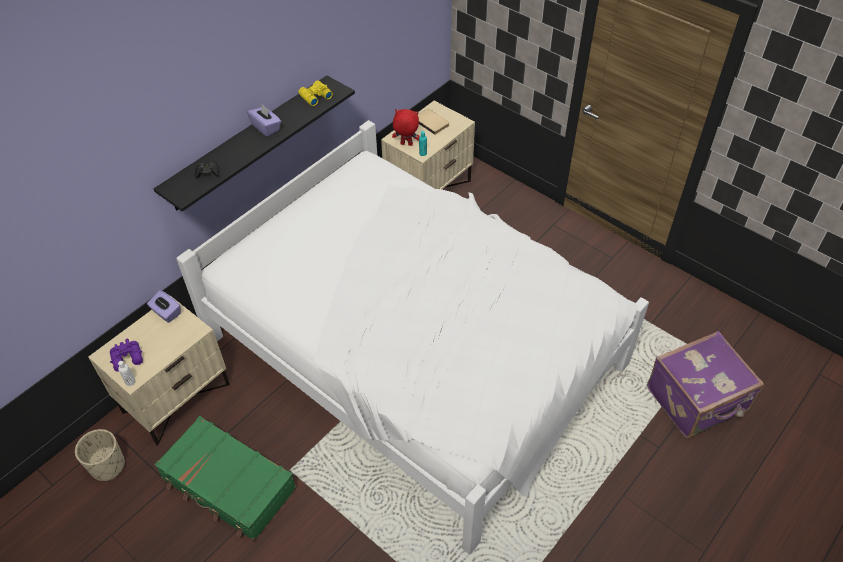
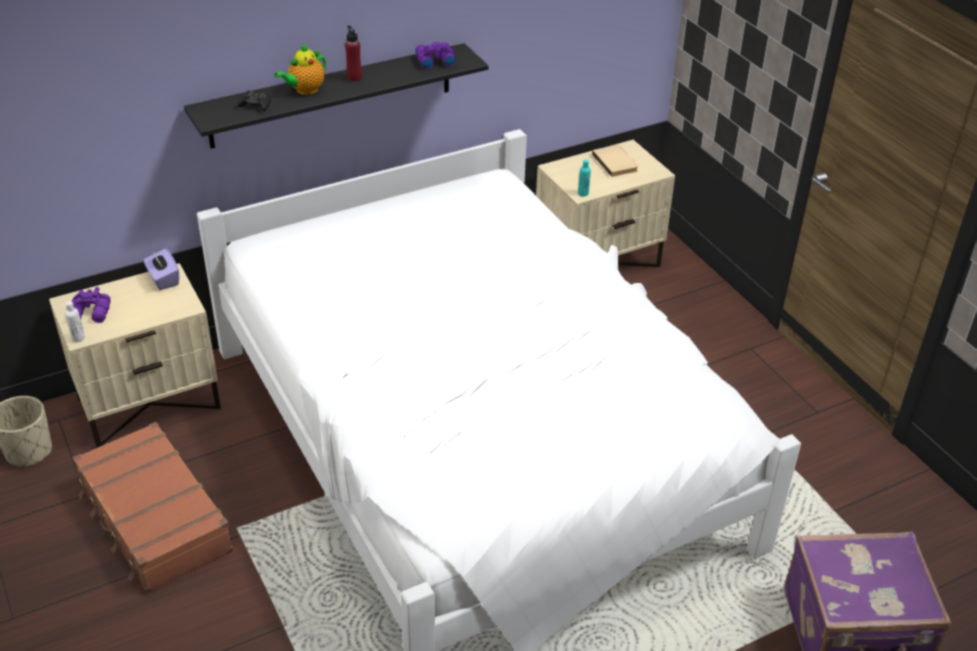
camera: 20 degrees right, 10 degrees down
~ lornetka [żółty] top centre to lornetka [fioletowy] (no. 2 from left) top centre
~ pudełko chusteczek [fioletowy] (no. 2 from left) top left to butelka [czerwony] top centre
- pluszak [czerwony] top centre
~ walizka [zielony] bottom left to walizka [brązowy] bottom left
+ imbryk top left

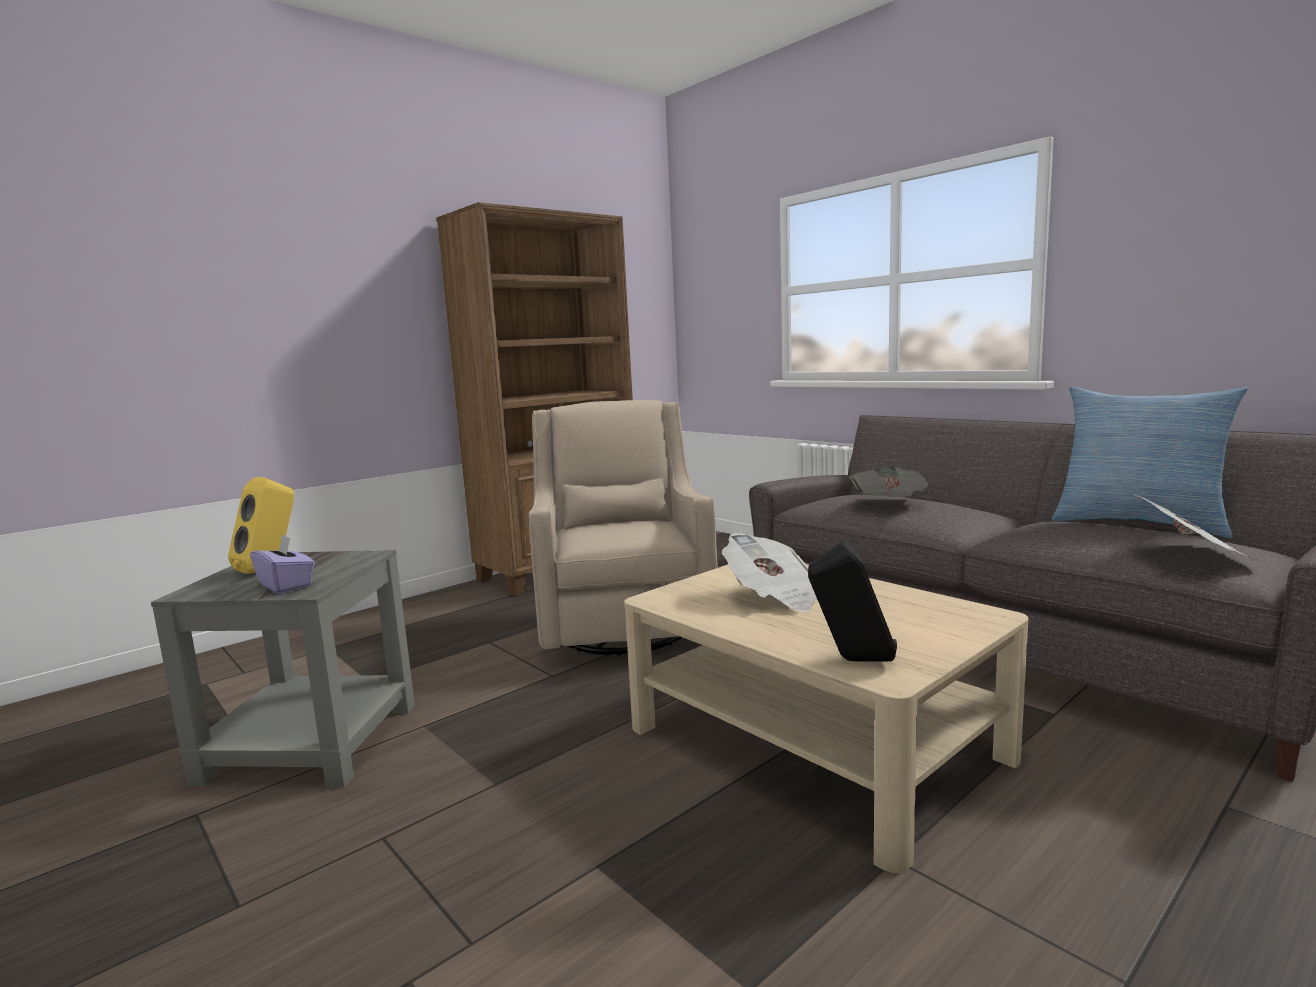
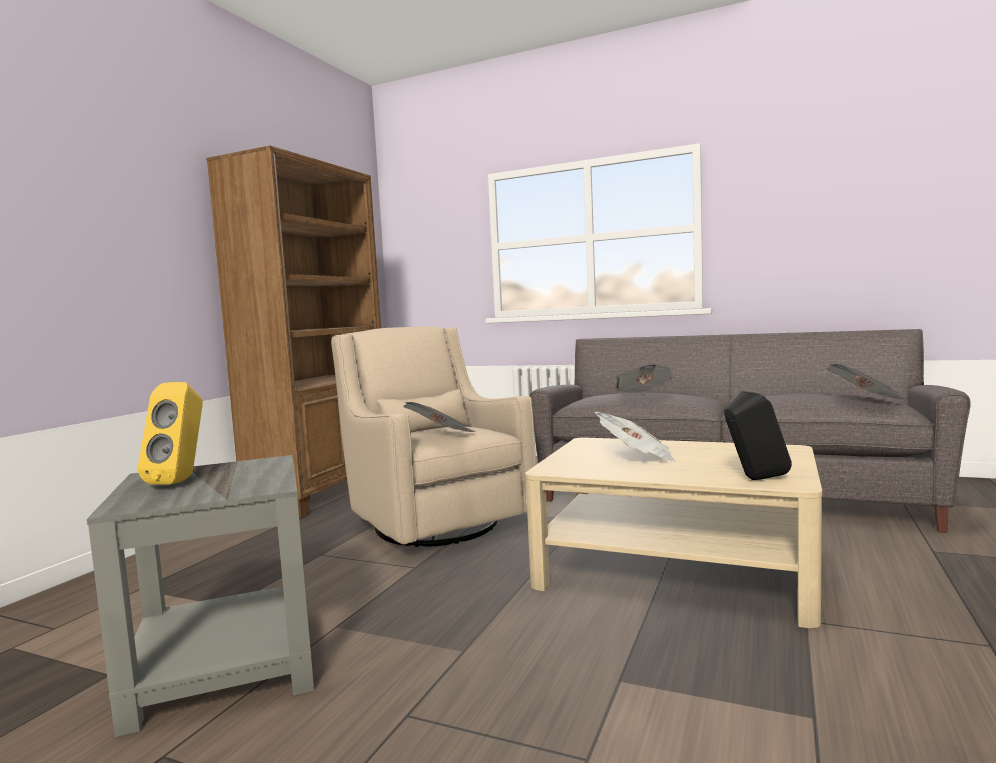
camera: 25 degrees left, 5 degrees down
- poduszka middle right
- pudełko chusteczek [fioletowy] middle left
+ gazeta (no. 1 from left) centre

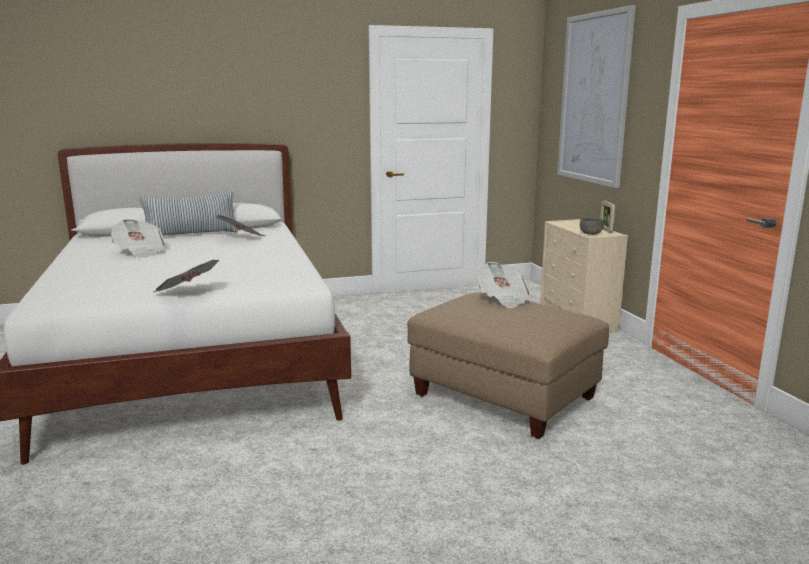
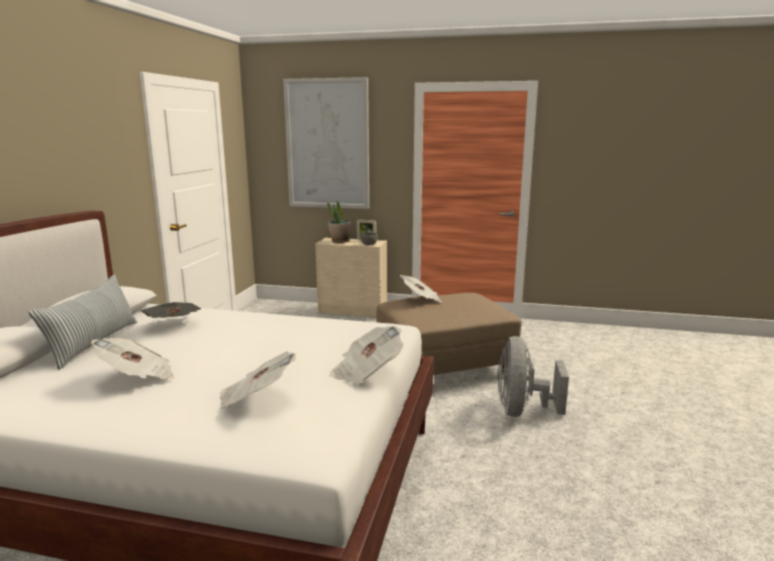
camera: 60 degrees left, 0 degrees up
+ roślina doniczkowa centre
+ wentylator [szary] bottom right
+ gazeta (no. 3 from left) bottom centre

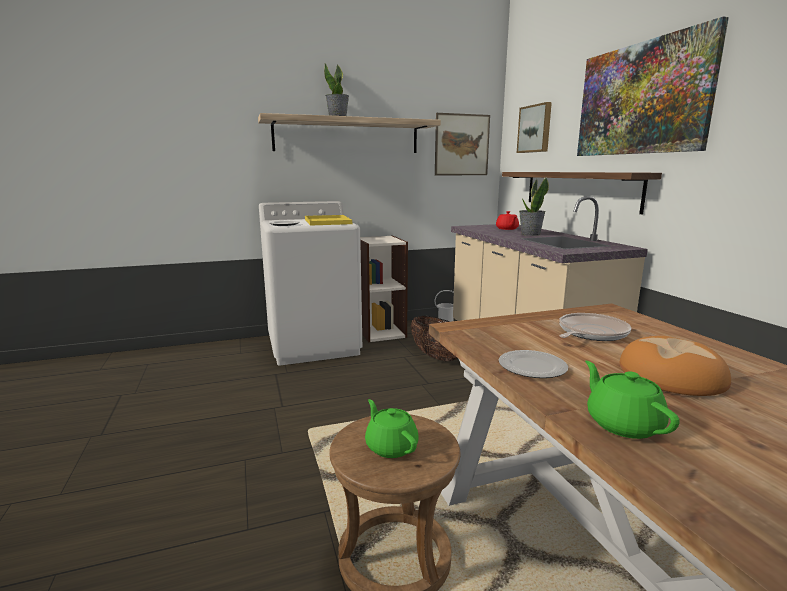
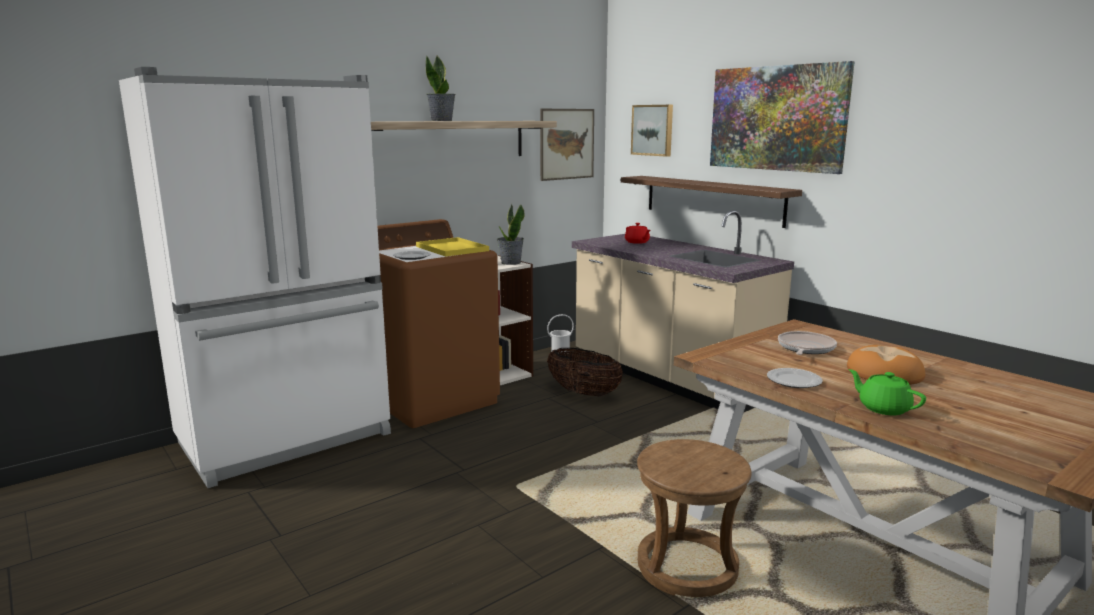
camera: 20 degrees left, 0 degrees up
~ roślina doniczkowa (no. 2 from left) middle right to centre
~ pralka [biały] centre to pralka [brązowy] centre
- imbryk [zielony] (no. 1 from left) bottom centre
+ lodówka [biały] middle left

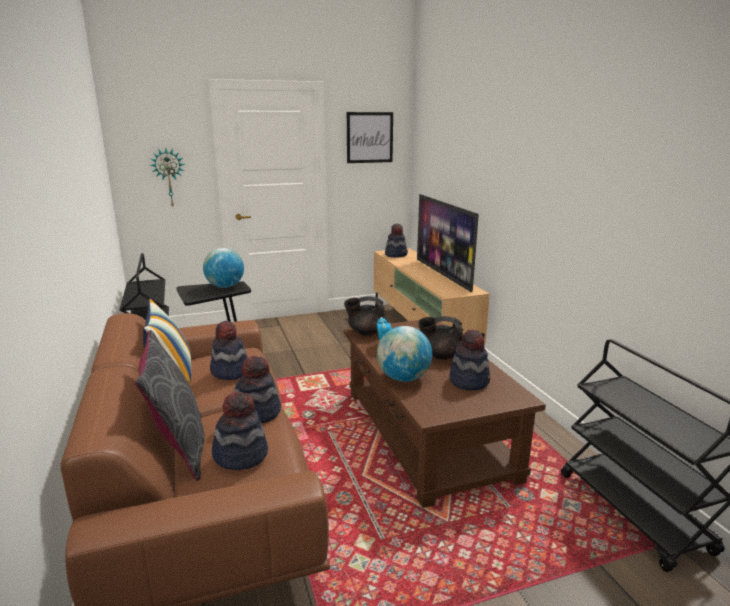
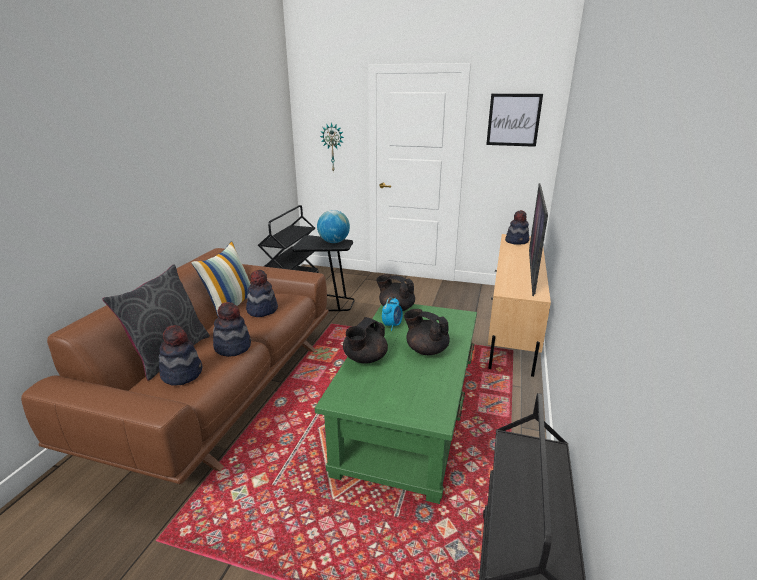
camera: 35 degrees right, 5 degrees up
~ ława [brązowy] bottom centre to ława [zielony] bottom centre
~ globus (no. 2 from left) centre to imbryk [czarny] (no. 1 from left) centre
- kapelusz (no. 5 from left) centre

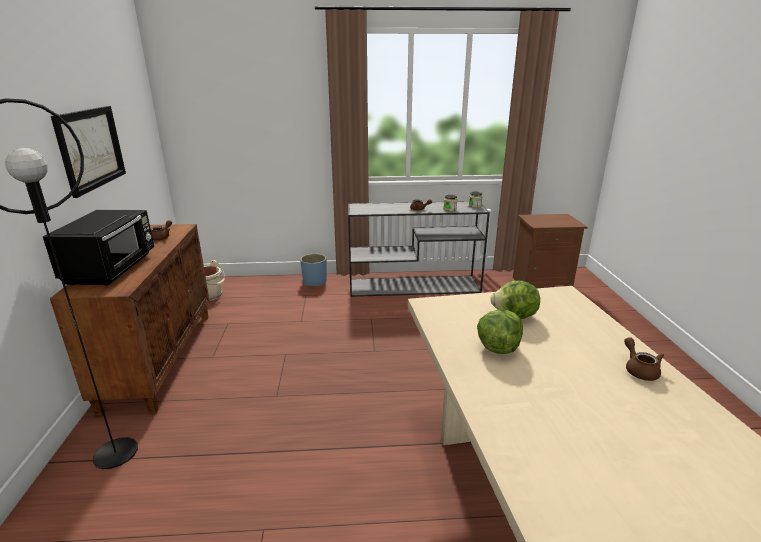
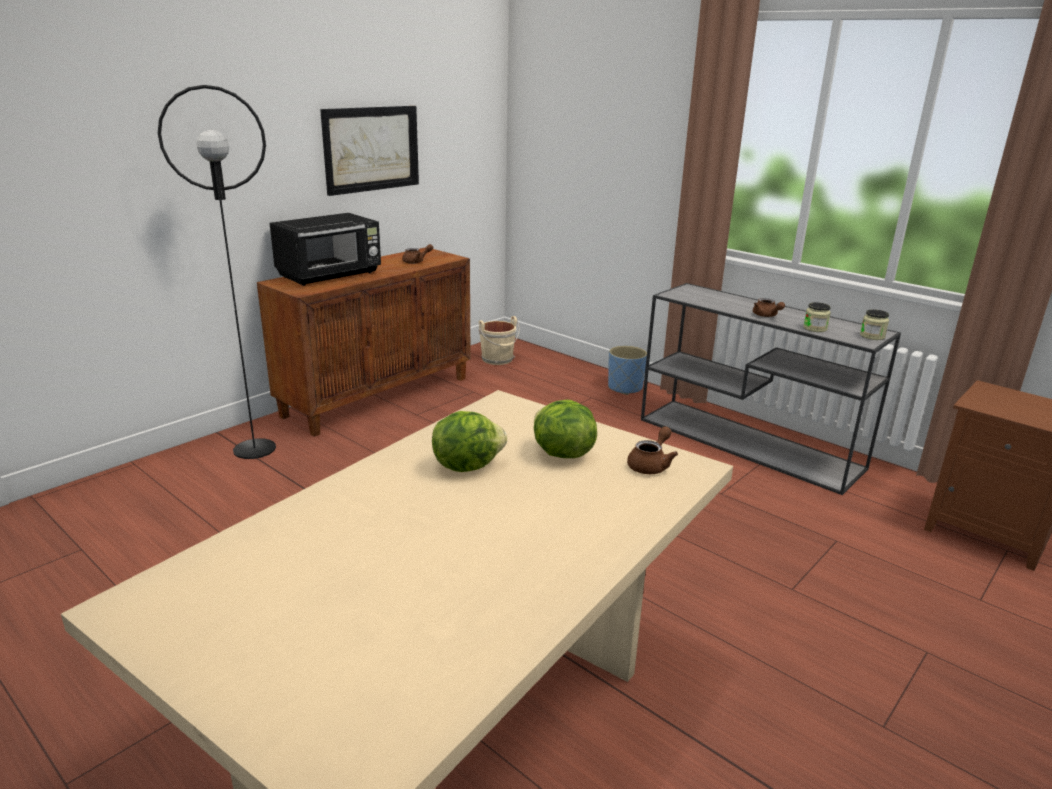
camera: 45 degrees right, 0 degrees up
~ imbryk [brązowy] (no. 3 from left in the first image) middle right to imbryk [brązowy] (no. 2 from left) centre

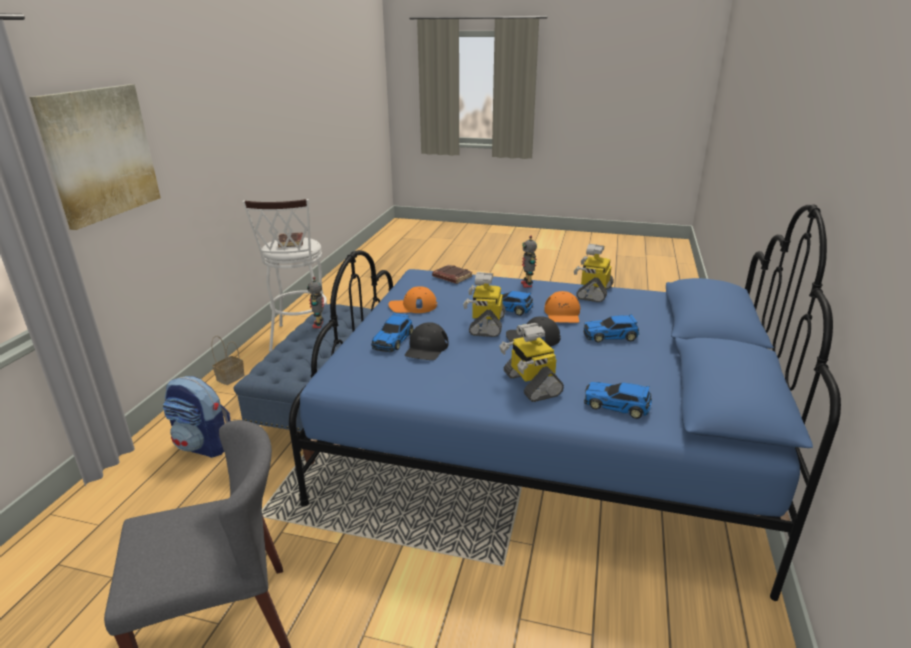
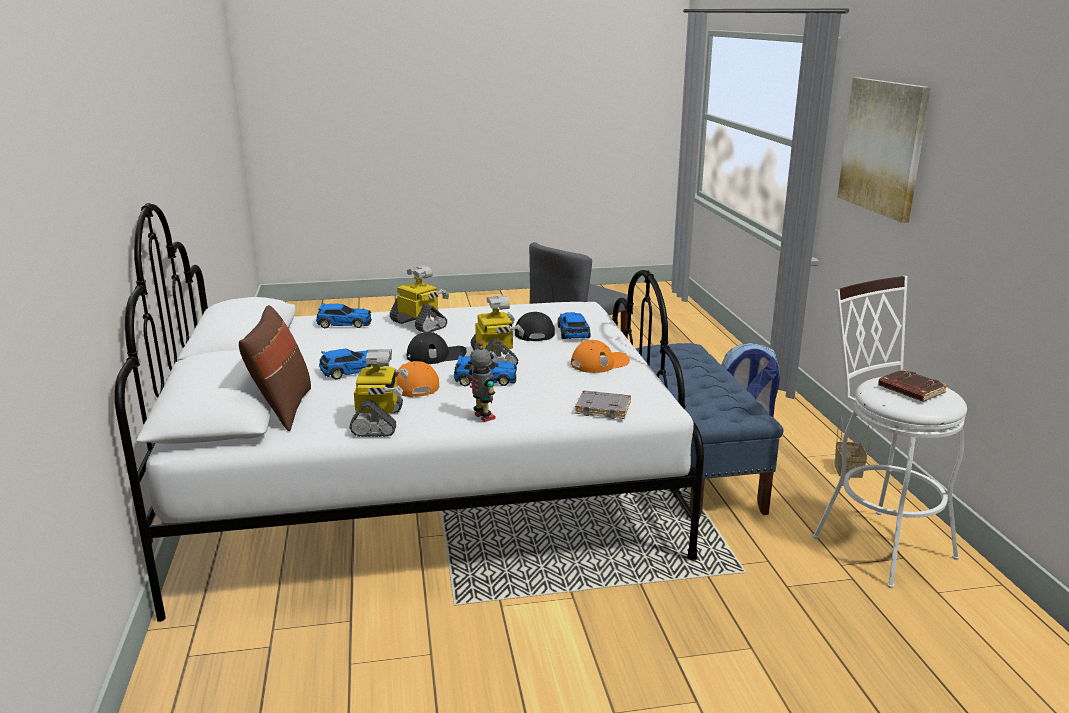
camera: 155 degrees right, 5 degrees down
~ łóżko [niebieski] centre to łóżko [biały] centre
~ książka [brązowy] (no. 2 from left) centre to książka [szary] centre
- robot zabawkowy (no. 1 from left) centre
+ poduszka [brązowy] middle left

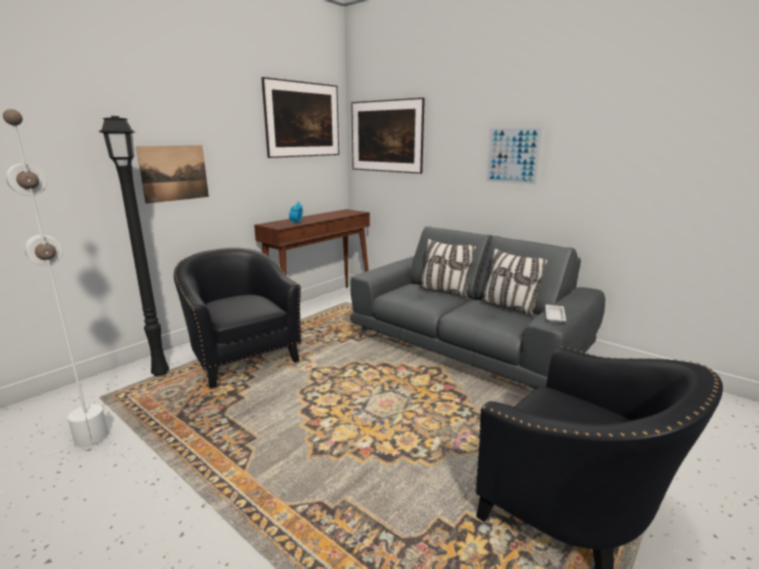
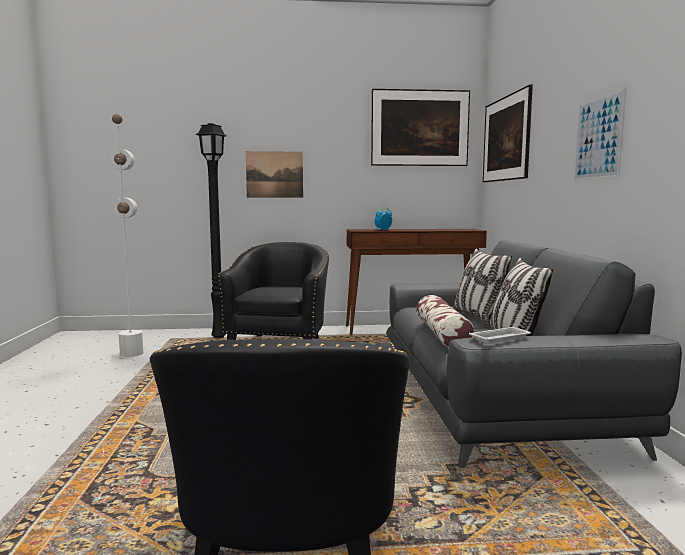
camera: 45 degrees right, 10 degrees down
+ poduszka (no. 1 from left) centre

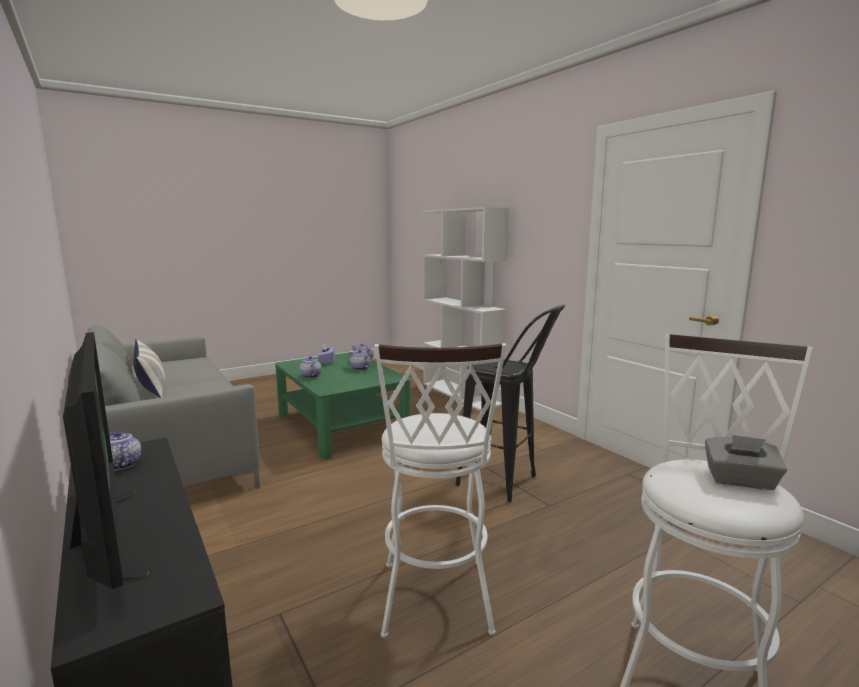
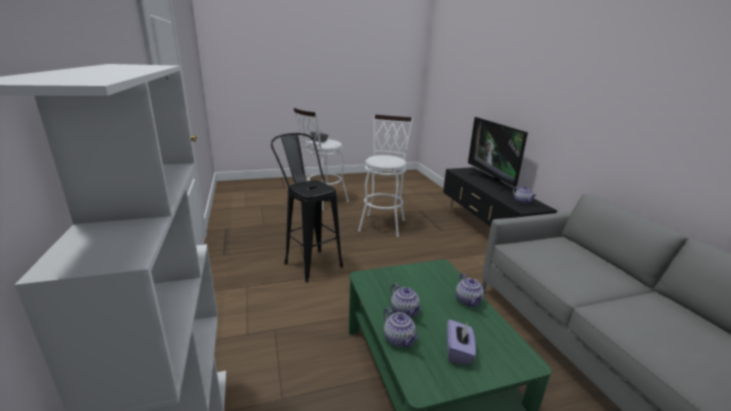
camera: 165 degrees left, 10 degrees up
- poduszka middle left

